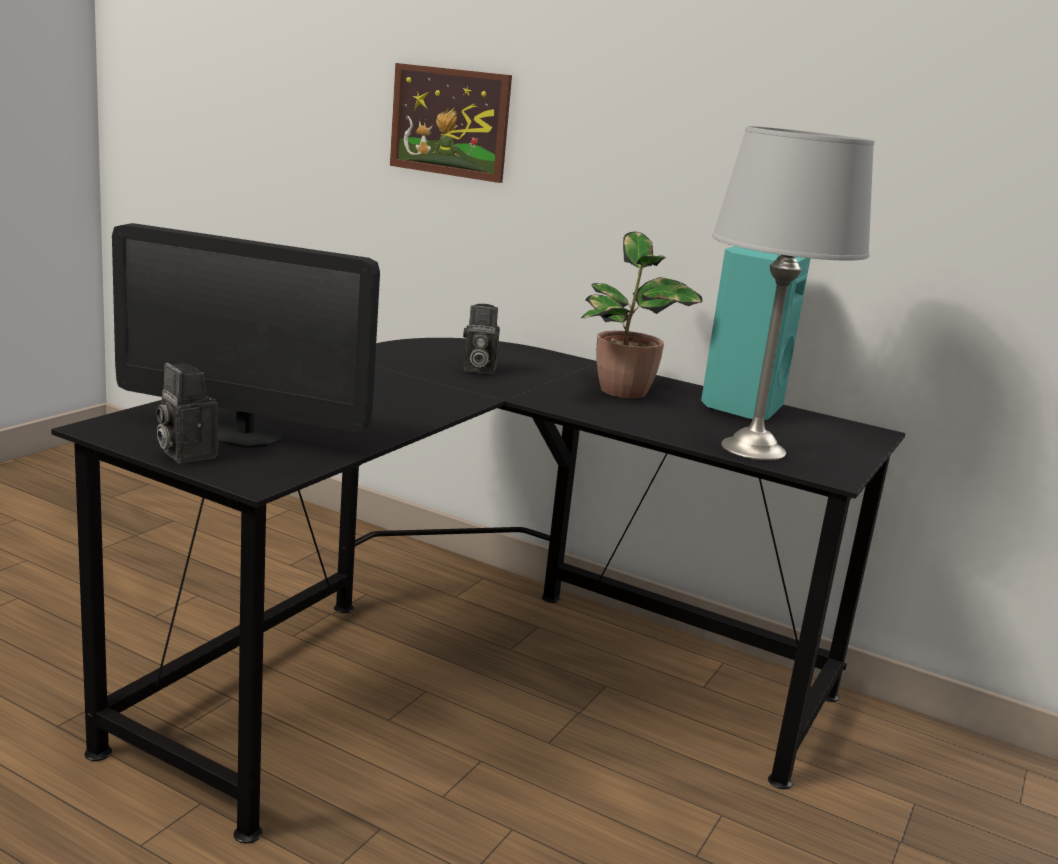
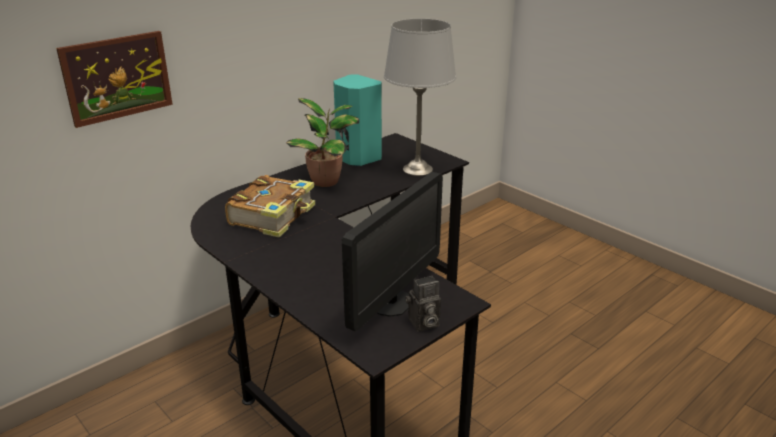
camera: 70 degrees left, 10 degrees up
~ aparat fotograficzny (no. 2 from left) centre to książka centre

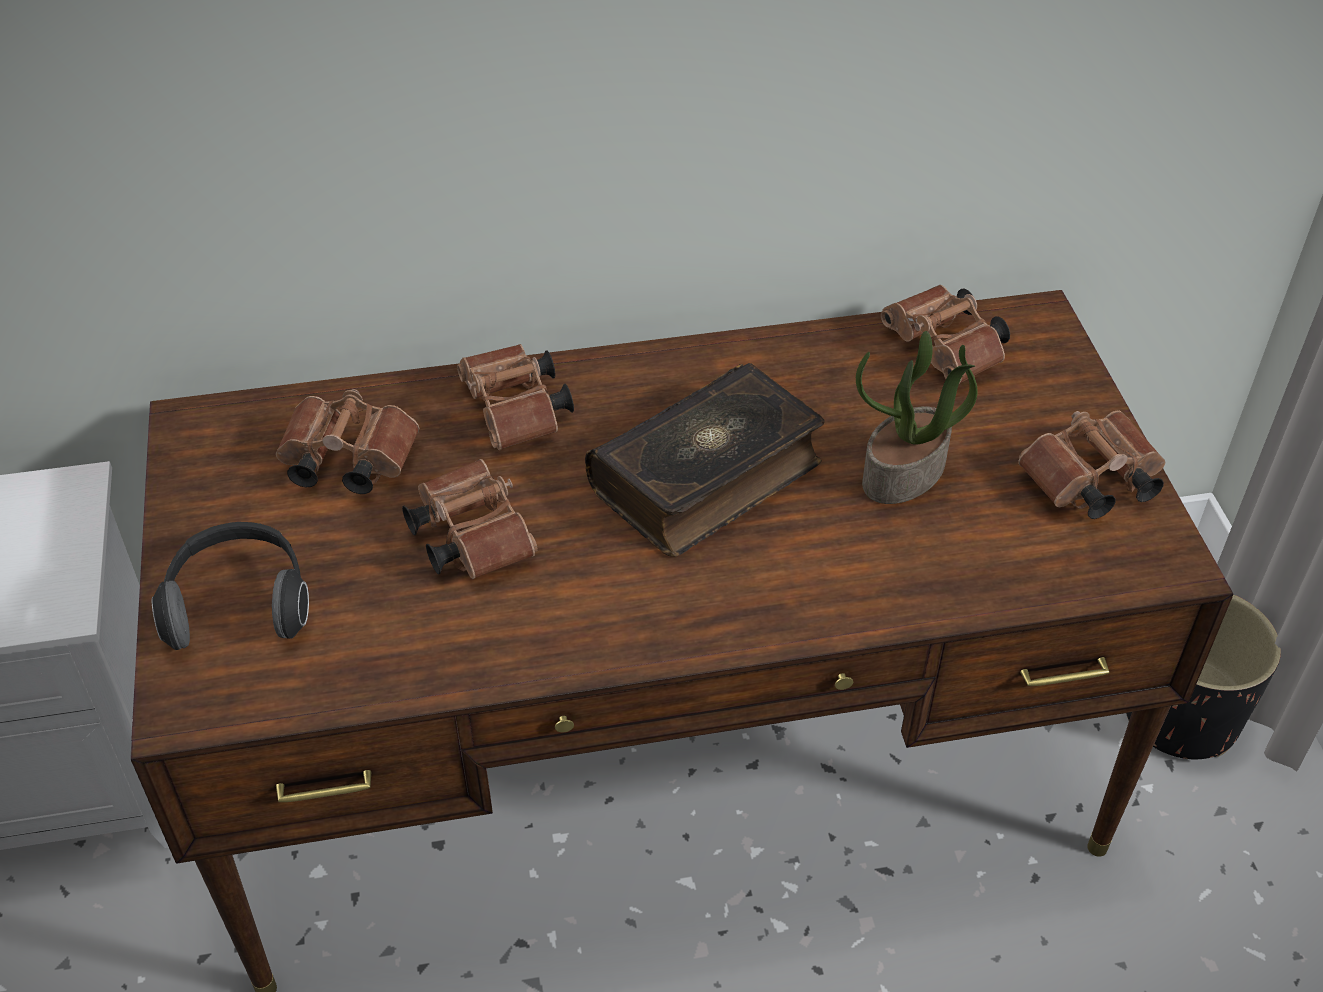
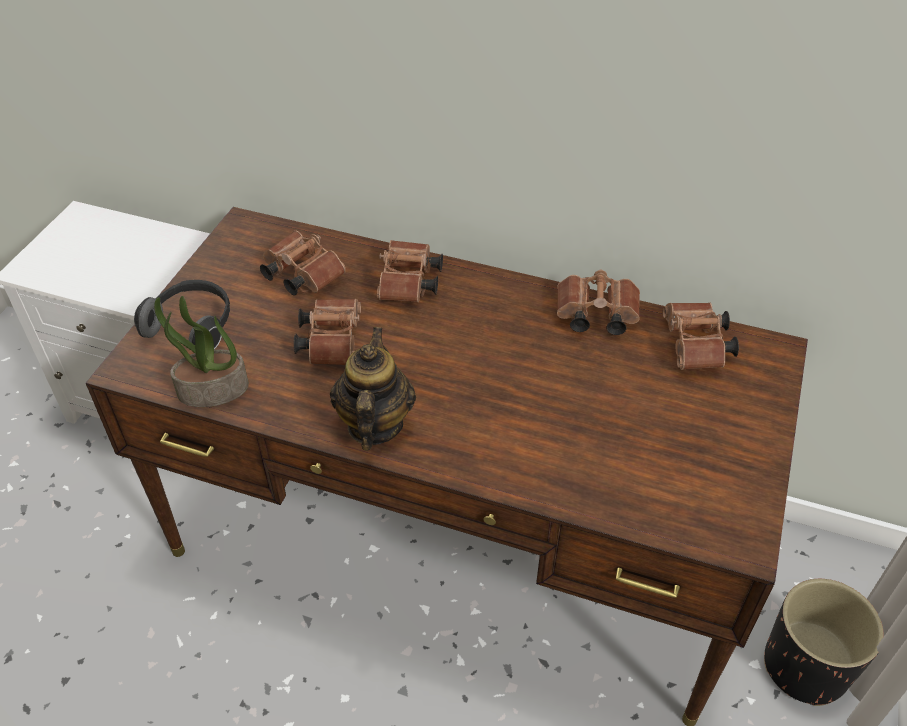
camera: 30 degrees right, 0 degrees up
~ roślina doniczkowa middle right to middle left
- książka centre
~ lornetka [brązowy] (no. 5 from left in the first image) middle right to lornetka [brązowy] (no. 4 from left) centre
+ imbryk centre

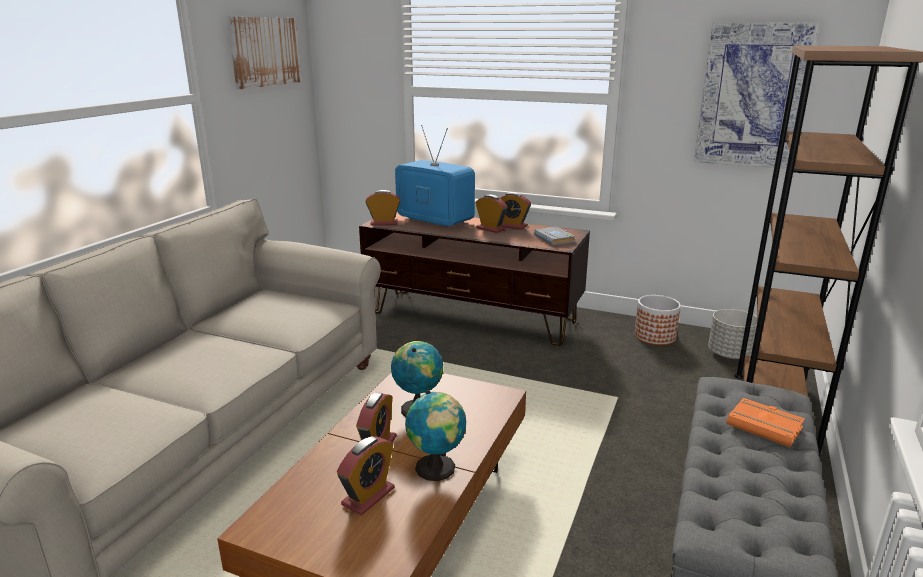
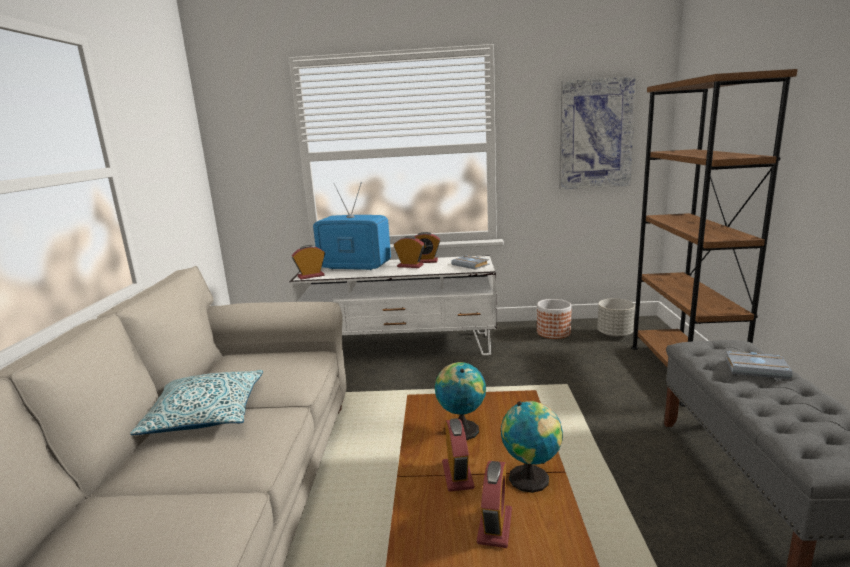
camera: 20 degrees left, 5 degrees down
- obraz (no. 1 from left) top left
~ szafka pod telewizor [brązowy] centre to szafka pod telewizor [biały] centre
~ książka [pomarańczowy] bottom right to książka [szary] (no. 2 from left) middle right
+ poduszka bottom left

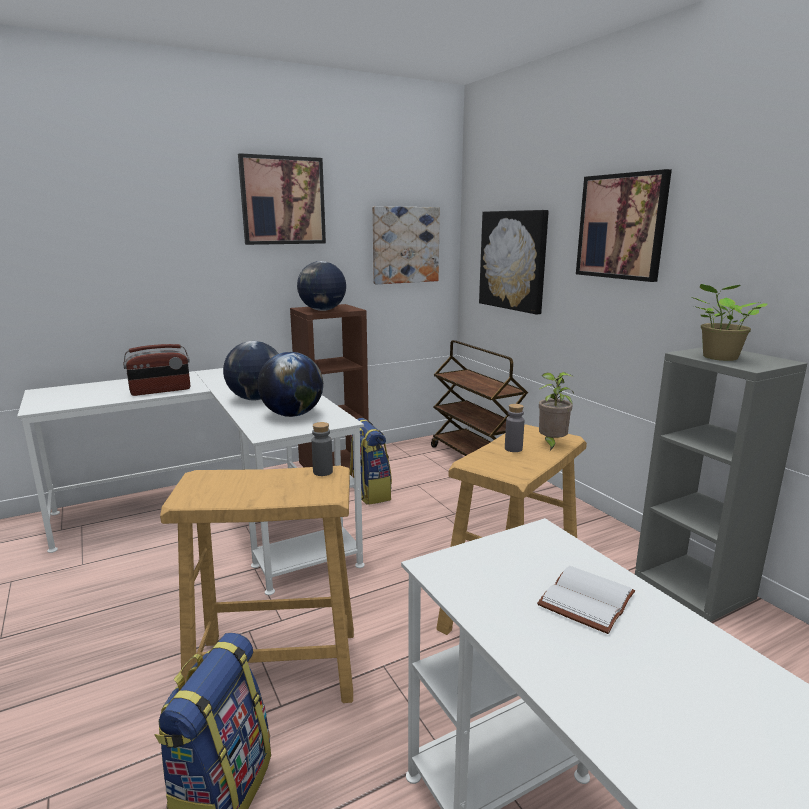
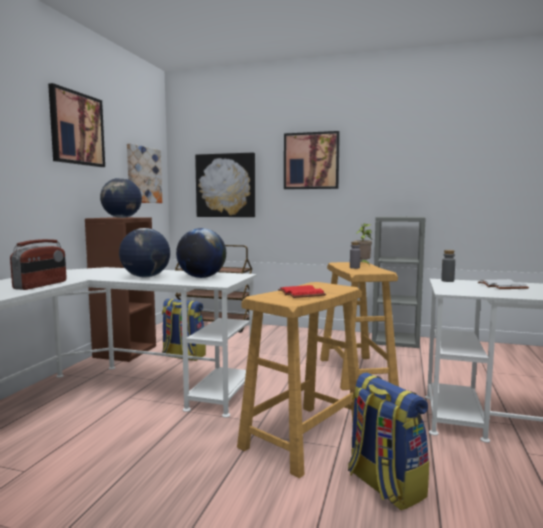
camera: 45 degrees left, 10 degrees down
- roślina doniczkowa (no. 2 from left) middle right
~ butelka [szary] (no. 1 from left in the first image) centre to butelka [szary] (no. 2 from left) middle right
+ książka [czerwony] centre

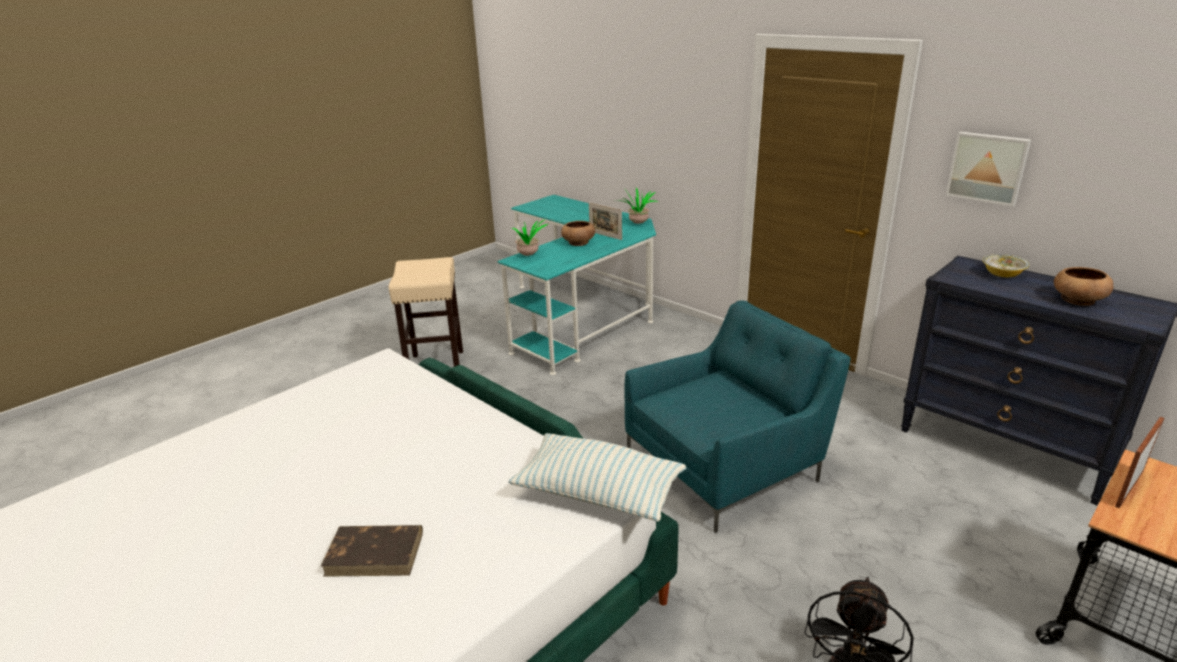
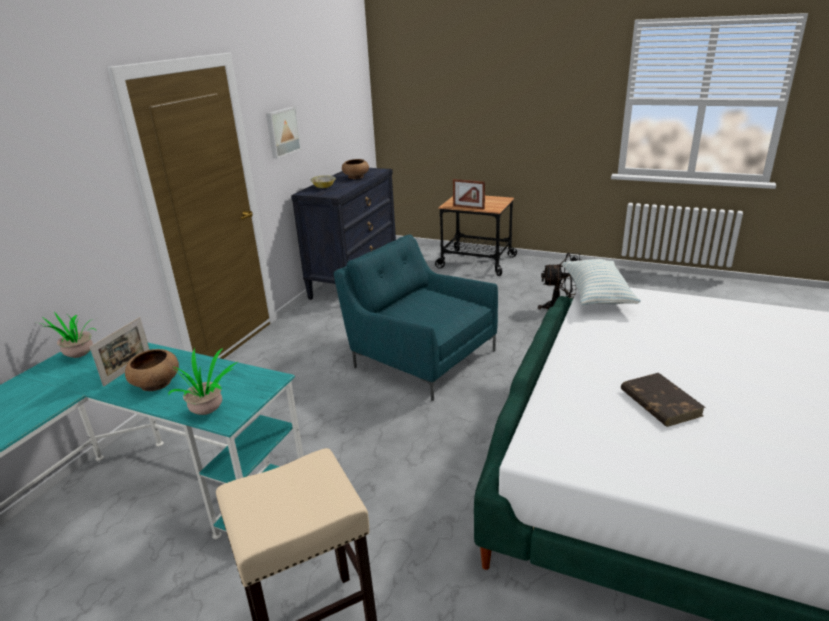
camera: 110 degrees left, 0 degrees up
~ książka [brązowy] bottom left to middle right

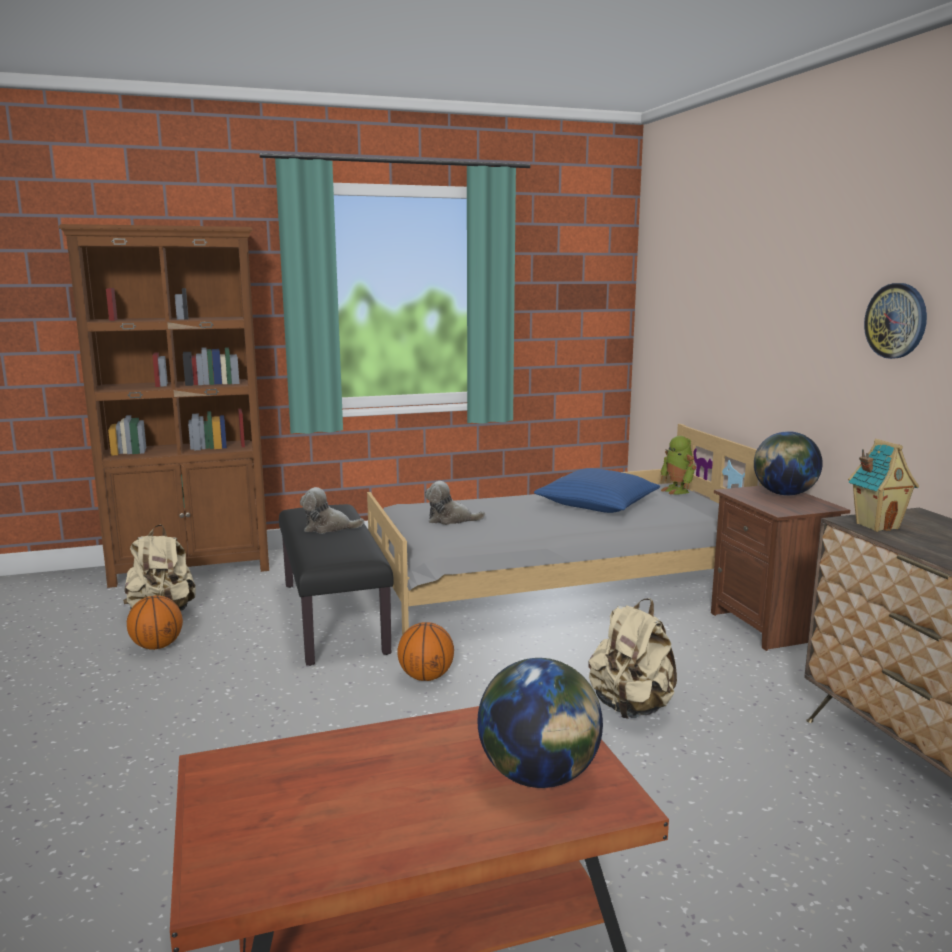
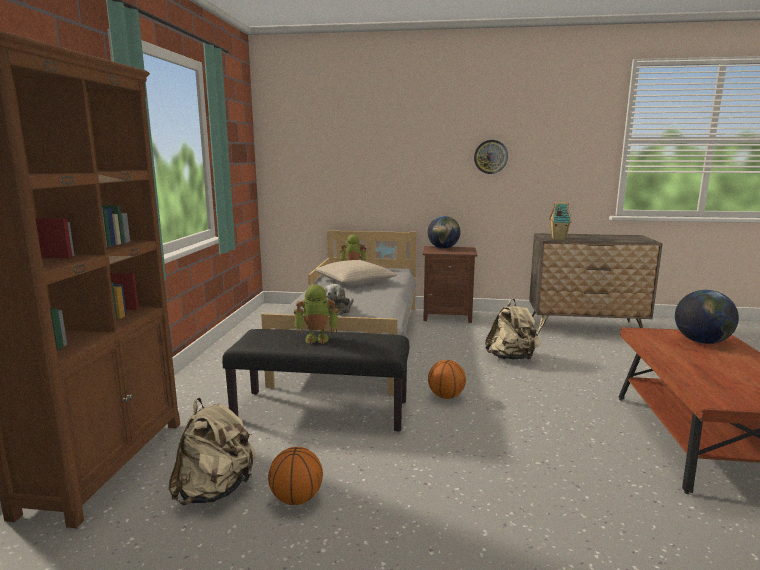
camera: 65 degrees left, 0 degrees up
~ poduszka [niebieski] centre to poduszka [beżowy] centre
~ pluszak (no. 1 from left) centre to robot zabawkowy (no. 1 from left) centre

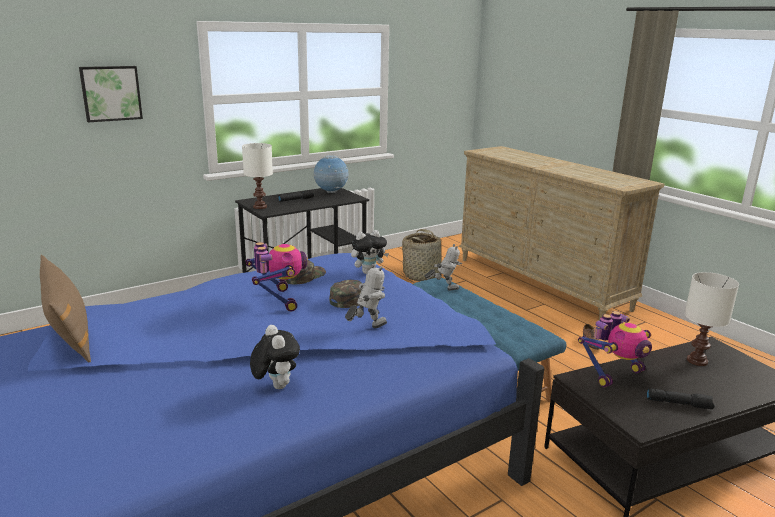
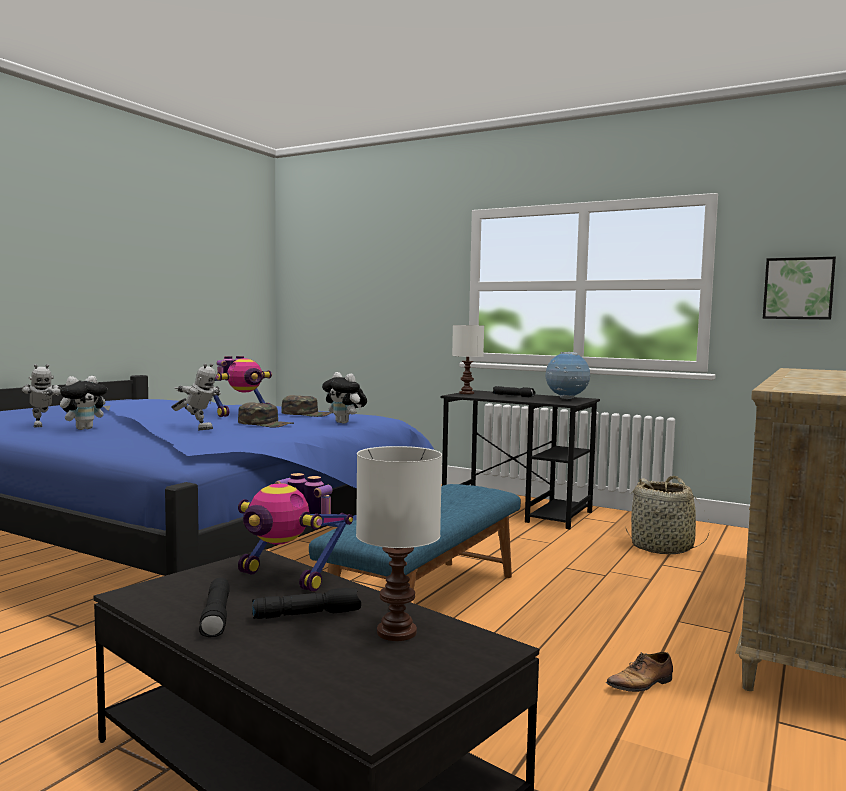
camera: 65 degrees right, 15 degrees down
~ obraz top left to middle right
~ robot zabawkowy (no. 3 from left in the first image) centre to robot zabawkowy (no. 1 from left) middle left
- poduszka [brązowy] middle left
+ latarka [czarny] (no. 2 from left) bottom centre

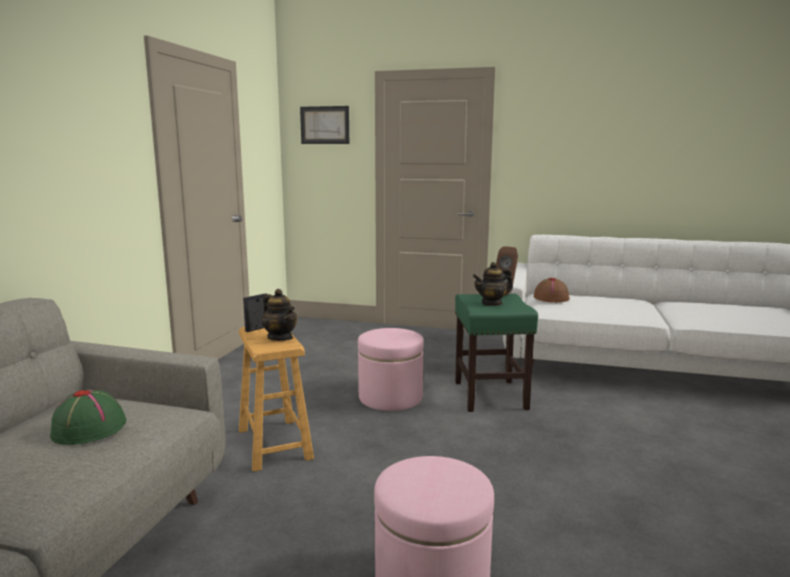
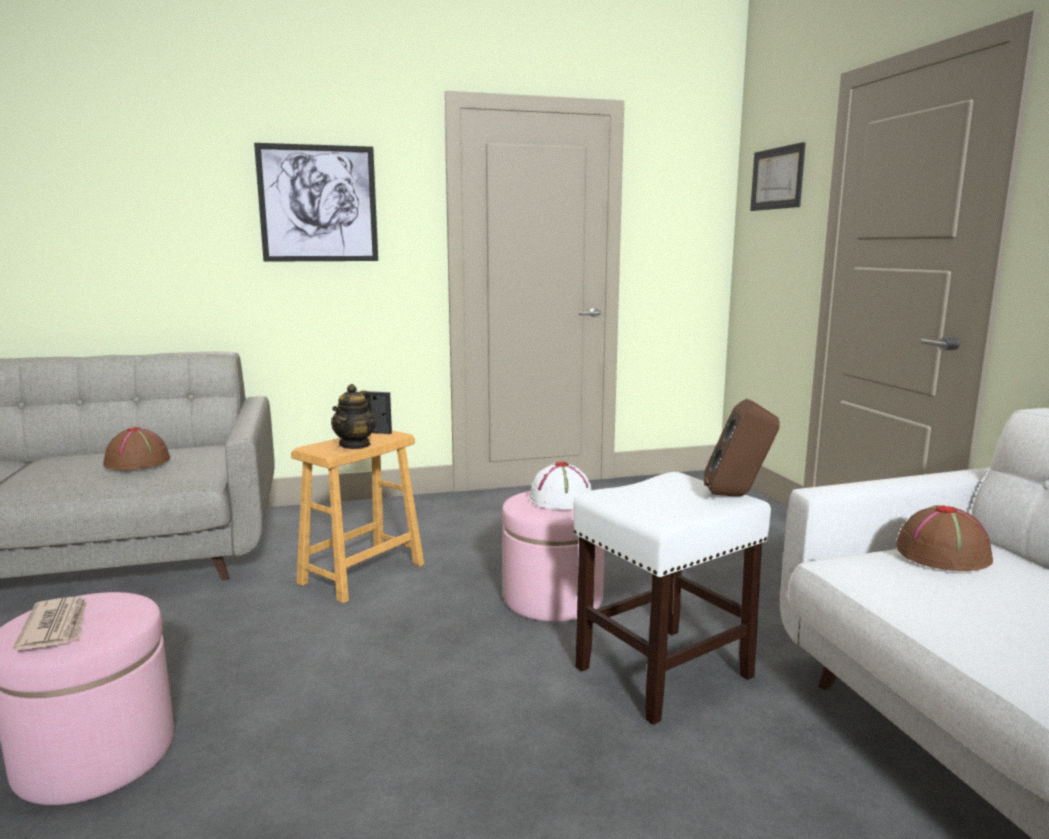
camera: 60 degrees right, 0 degrees up
- imbryk (no. 2 from left) centre
~ stołek [zielony] centre to stołek [biały] bottom centre
~ kapelusz [zielony] bottom left to kapelusz [brązowy] (no. 1 from left) middle left
+ obraz (no. 1 from left) top left
+ kapelusz [biały] centre
+ gazeta bottom left

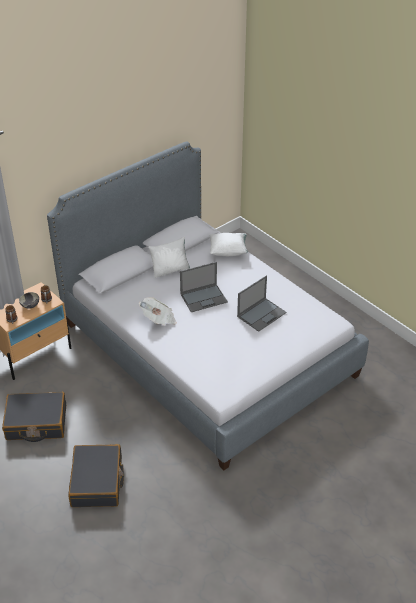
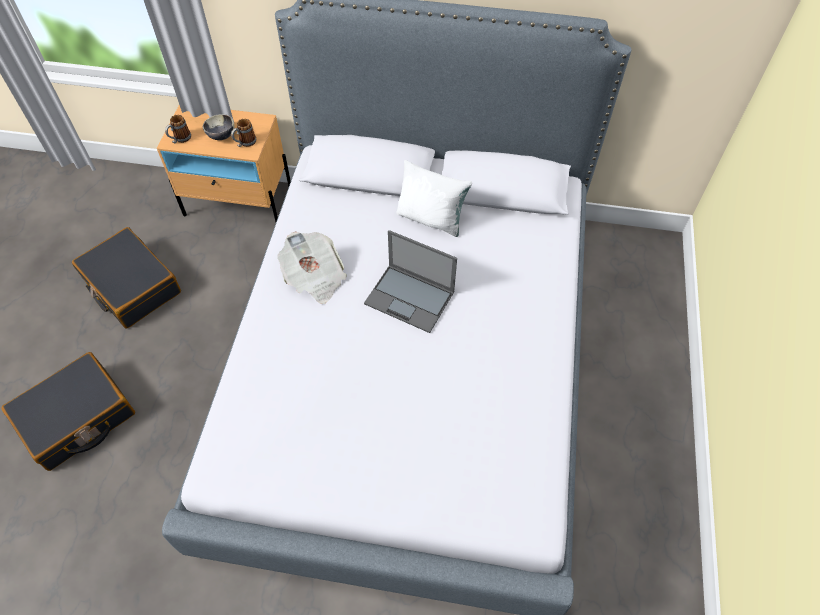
camera: 50 degrees right, 15 degrees up
- poduszka [biały] (no. 2 from left) centre
- laptop (no. 2 from left) centre

